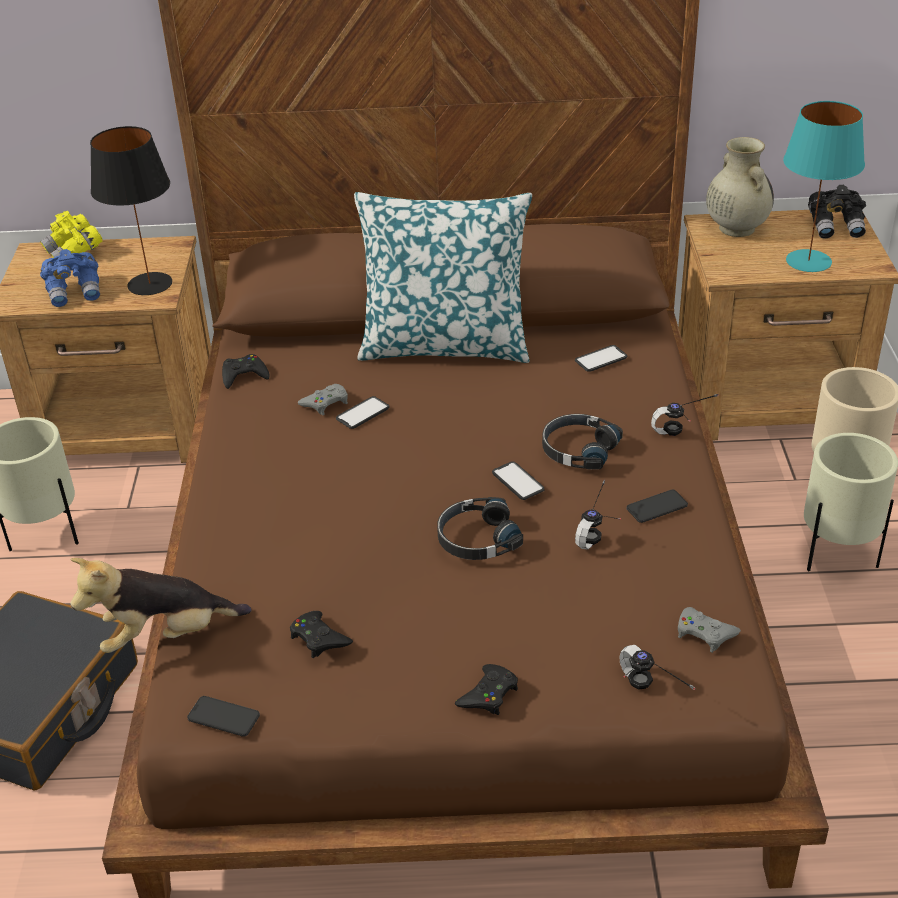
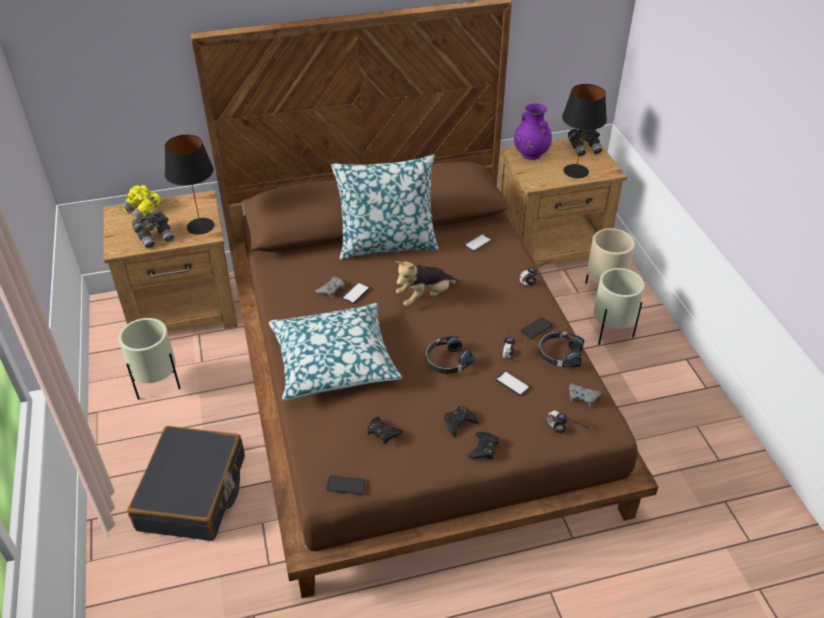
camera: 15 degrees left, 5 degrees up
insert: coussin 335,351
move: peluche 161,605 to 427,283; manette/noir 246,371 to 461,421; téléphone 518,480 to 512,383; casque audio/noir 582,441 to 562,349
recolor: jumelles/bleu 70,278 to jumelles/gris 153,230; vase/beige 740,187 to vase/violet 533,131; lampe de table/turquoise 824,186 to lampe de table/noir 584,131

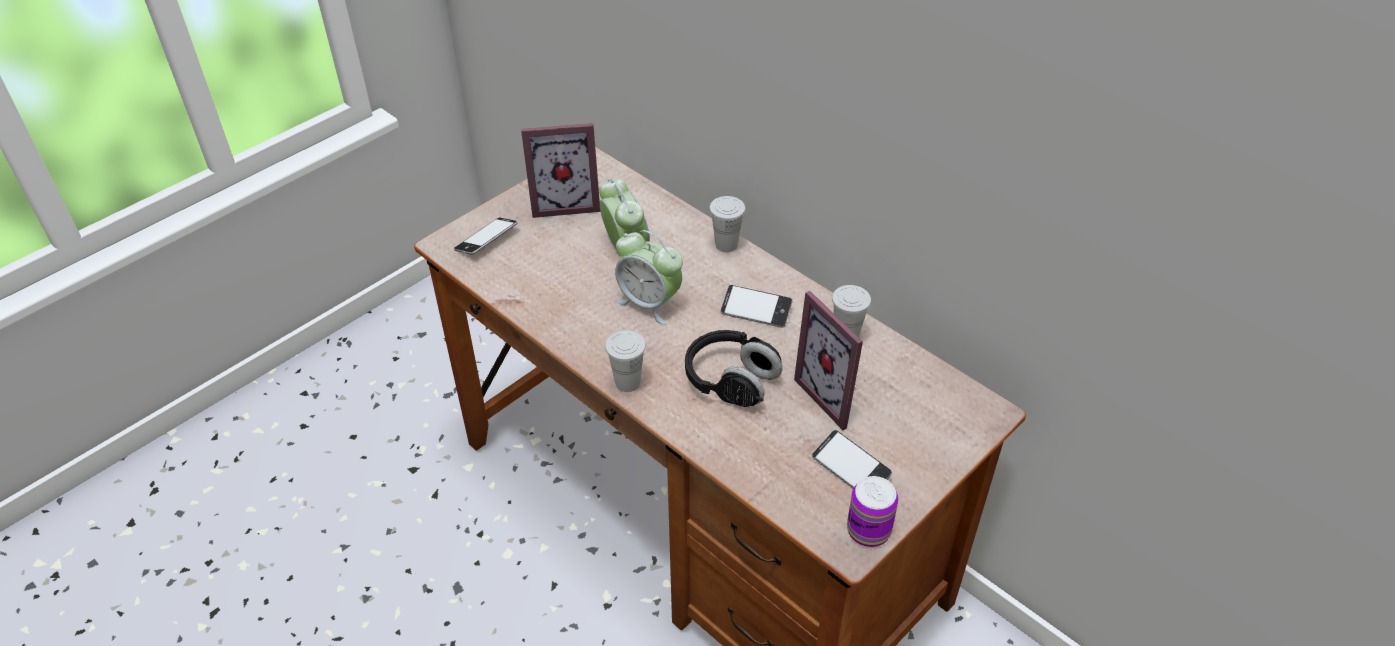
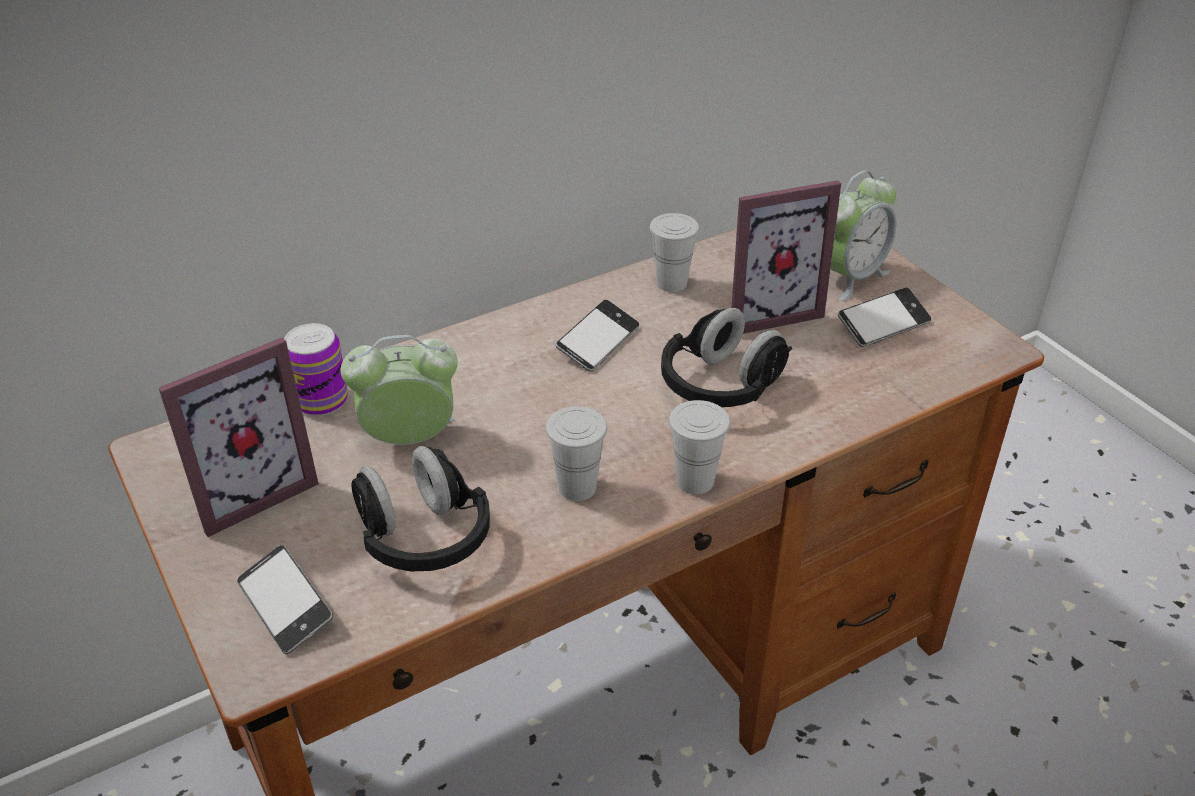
camera: 75 degrees left, 5 degrees down
insert: casque audio/noir 420,509
move: réveil 649,277 to 863,236; tasse/blanc 727,224 to 576,453; boîte métallique 872,511 to 316,369
rotate: cadre photo 560,170 = 239,437 45 degrees clockwise

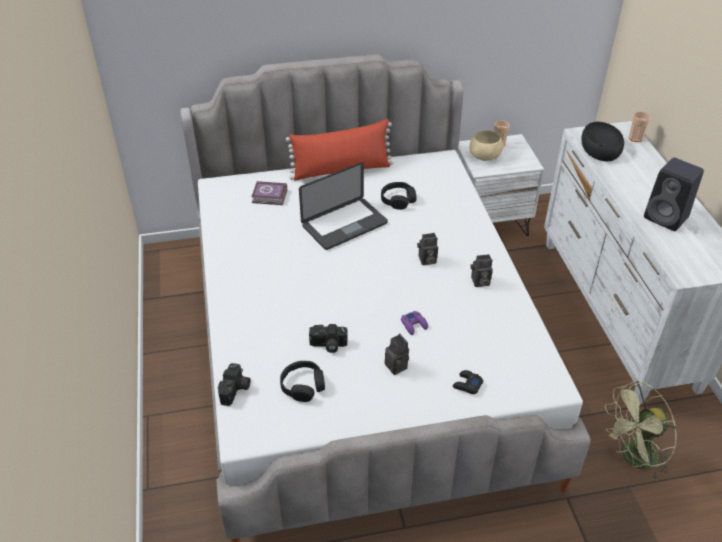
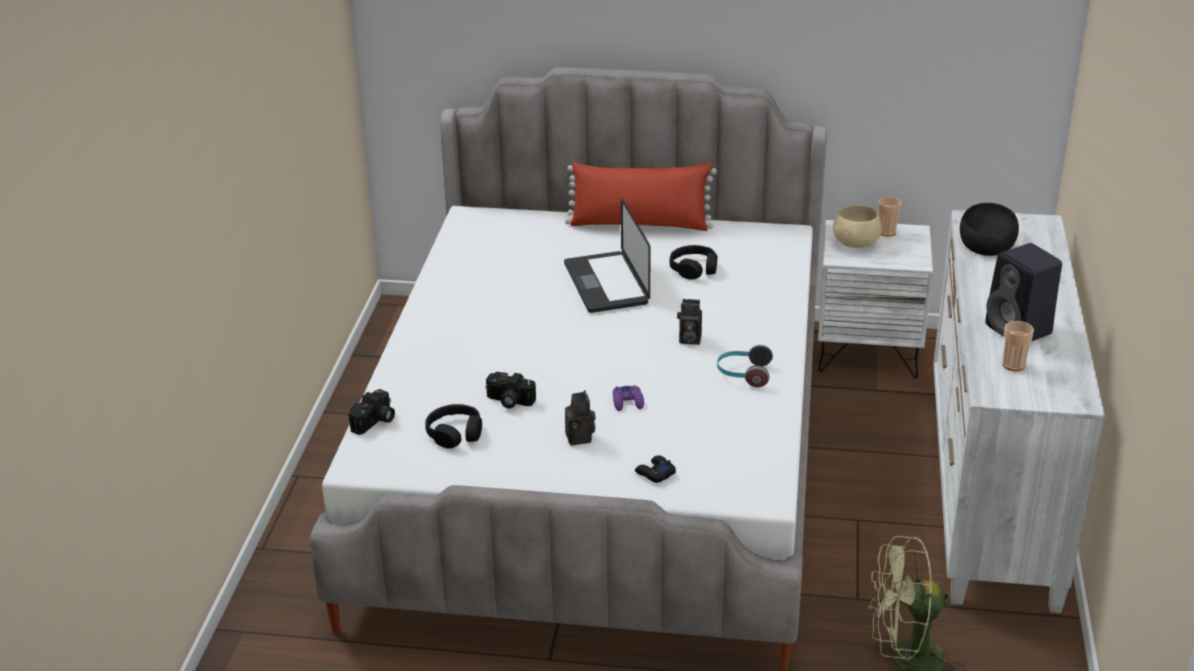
camera: 20 degrees right, 10 degrees down
delete: livre 269,193
move: tasse 640,127 to 1018,346
replace: appareil photo 482,270 to casque audio 745,366
rotate: ordinateur portable 343,206 = 607,255 90 degrees clockwise

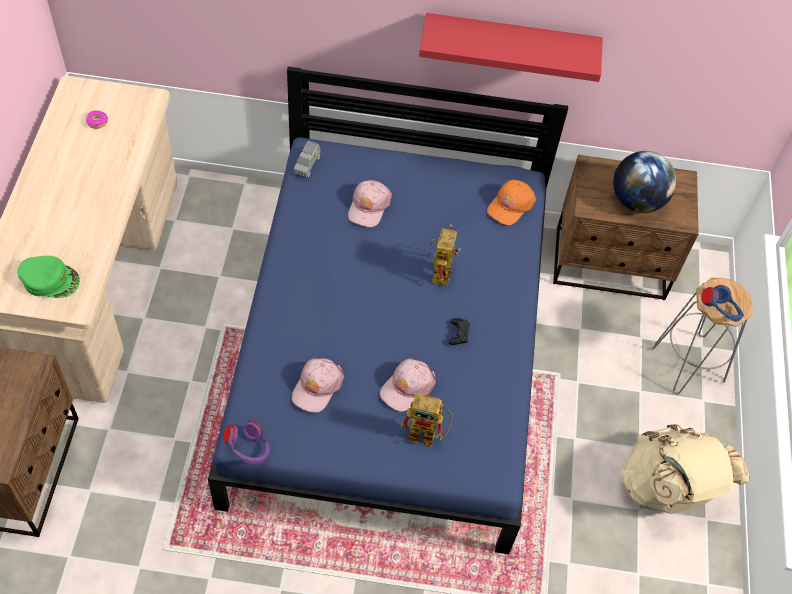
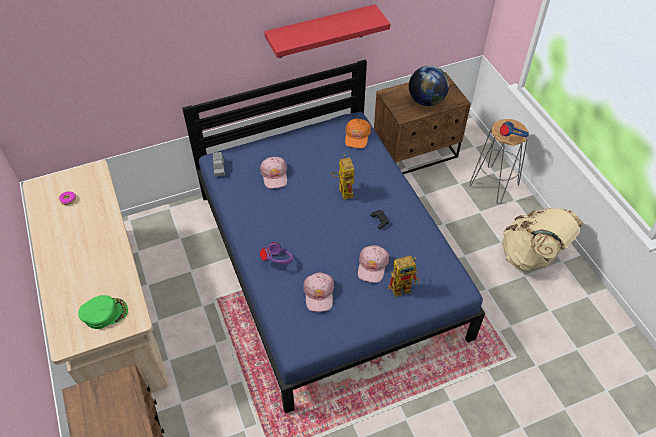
camera: 25 degrees left, 5 degrees down
move: casque audio/violet 246,443 to 276,253

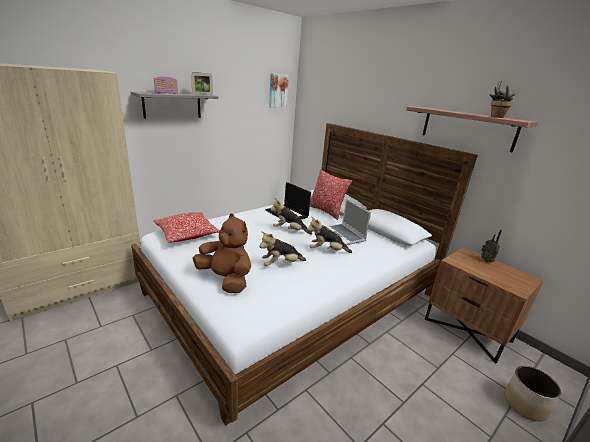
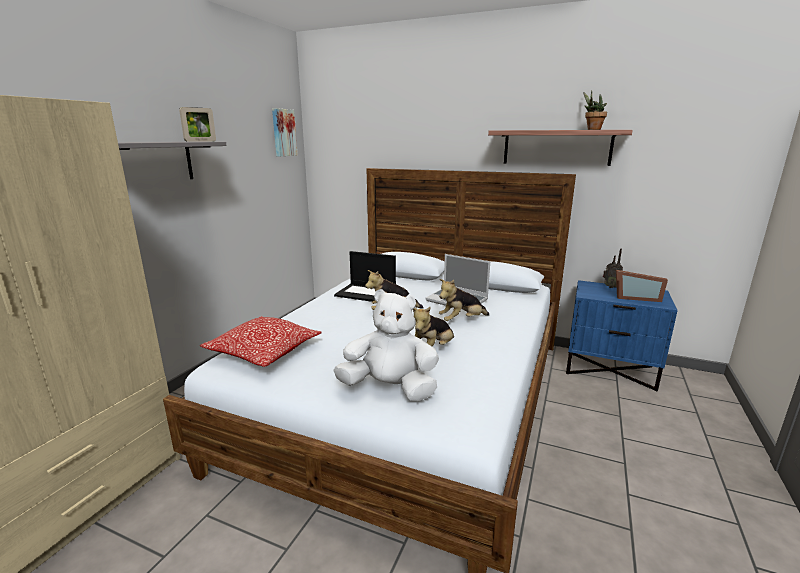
camera: 25 degrees left, 5 degrees down
delete: radio 166,85; coussin 331,195; cache-pot 532,394
insert: cadre photo 642,286
recolor: peluche/marron 222,253 to peluche/blanc 386,345; table de chevet/marron 484,305 to table de chevet/bleu 622,335

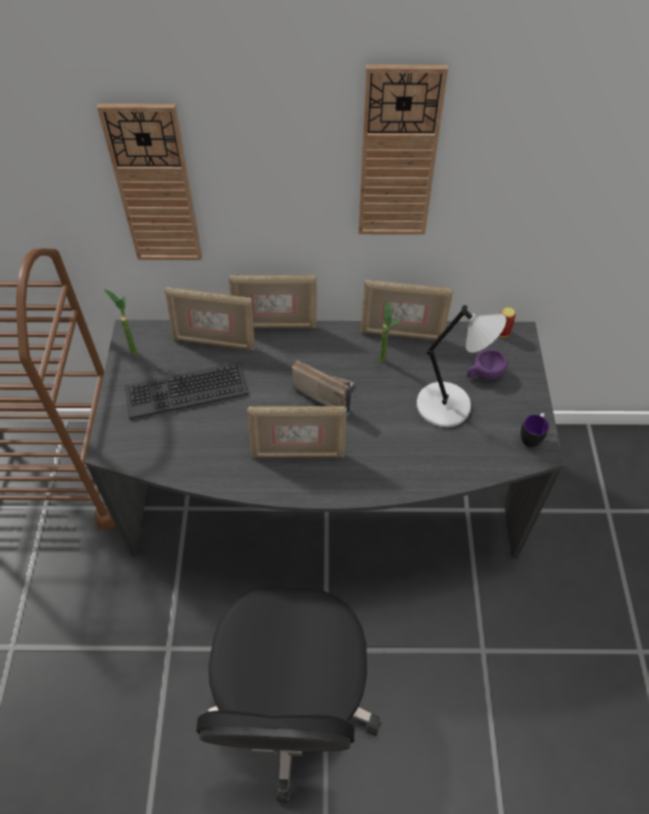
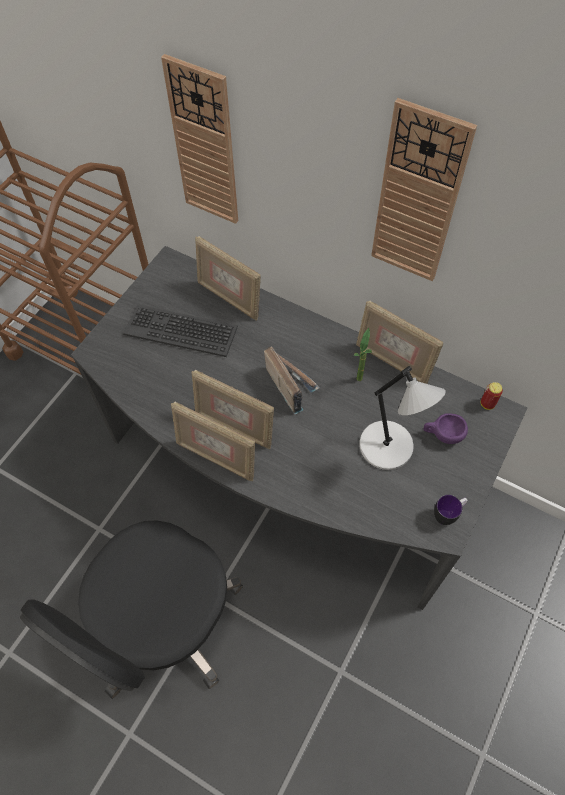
camera: 30 degrees right, 5 degrees up
delete: plante en pot 120,322
move: cadre photo 272,301 to 213,441

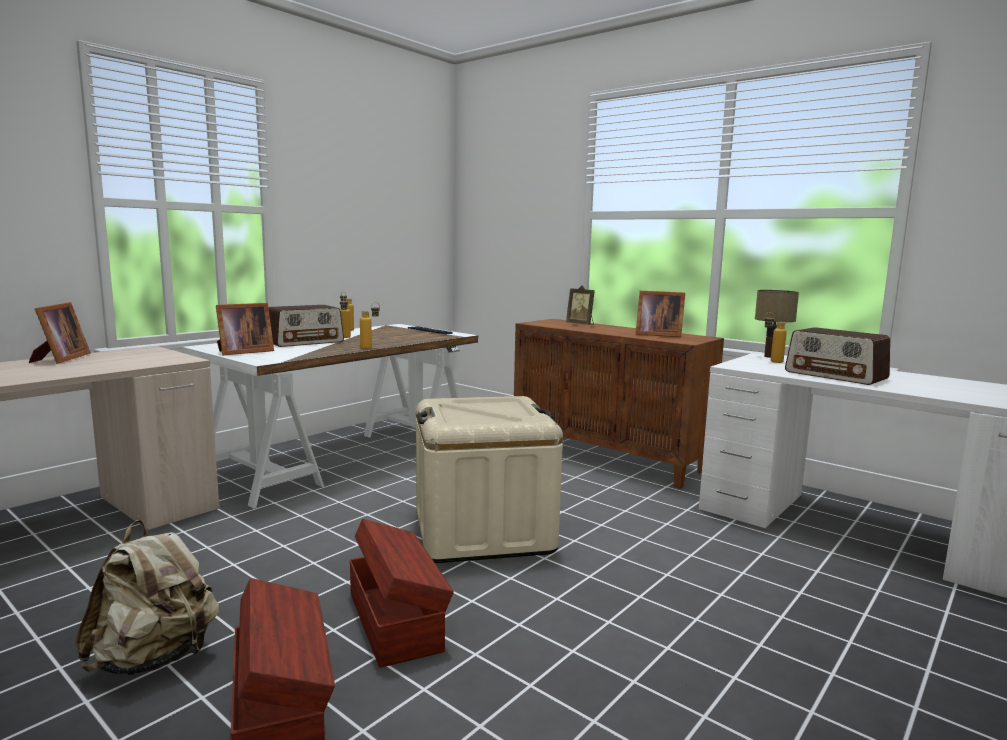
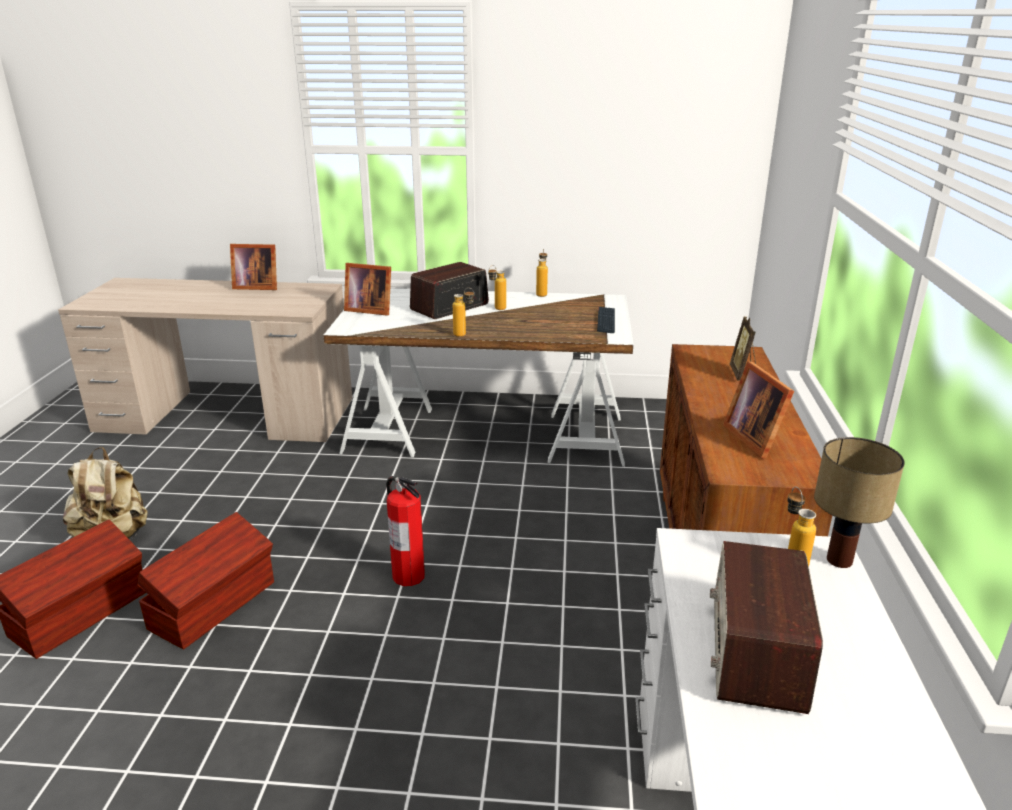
camera: 55 degrees right, 15 degrees up
replace: boîte de rangement/beige 489,479 to extincteur 405,531
rotate: cadre photo 59,333 = 253,267 45 degrees clockwise; radio 306,326 = 449,290 120 degrees clockwise

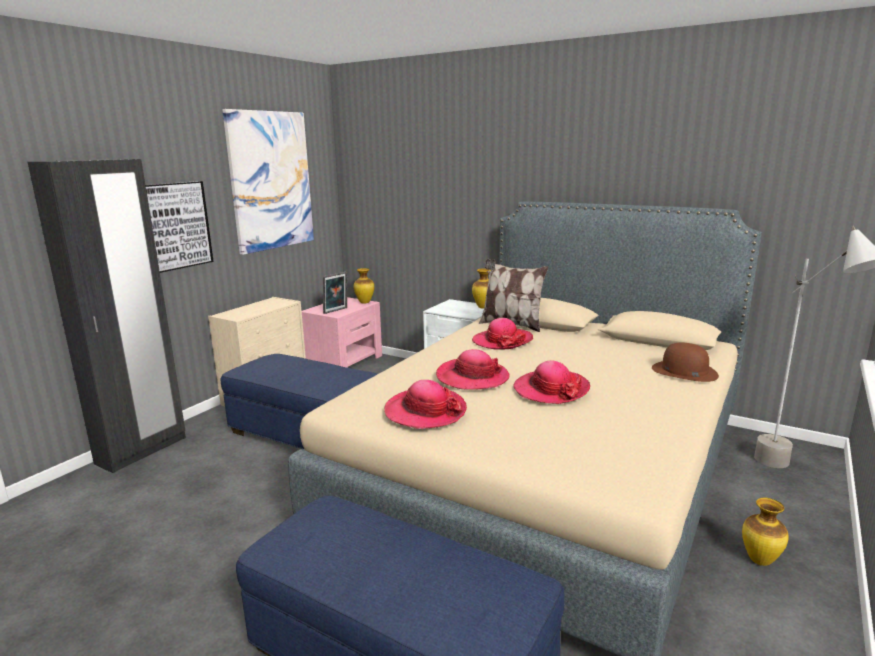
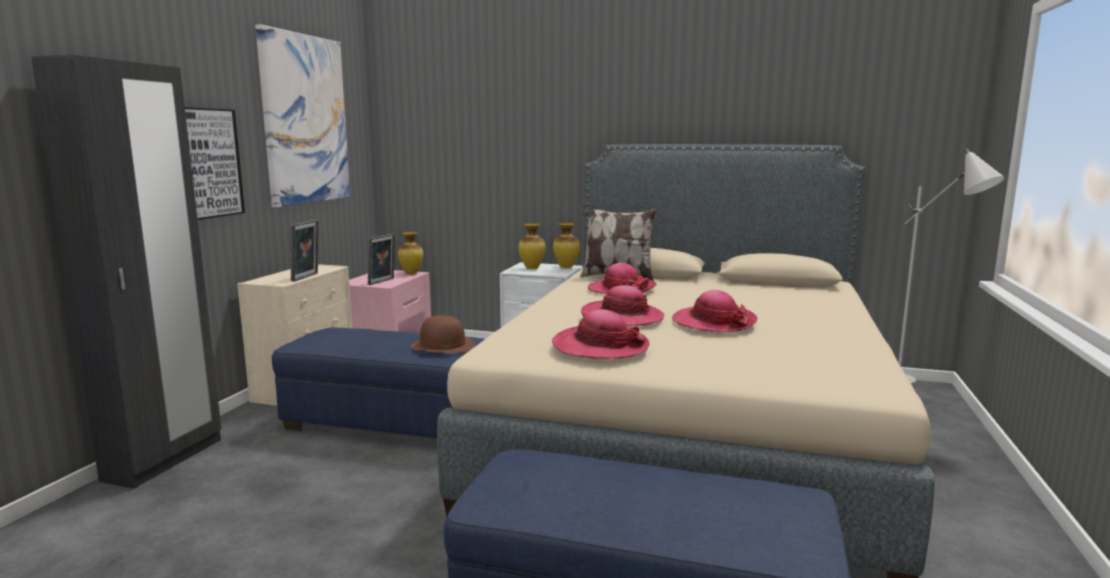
camera: 15 degrees left, 5 degrees down
insert: cadre photo 305,251
move: chapeau/marron 685,362 to 442,334; vase 765,532 to 532,246

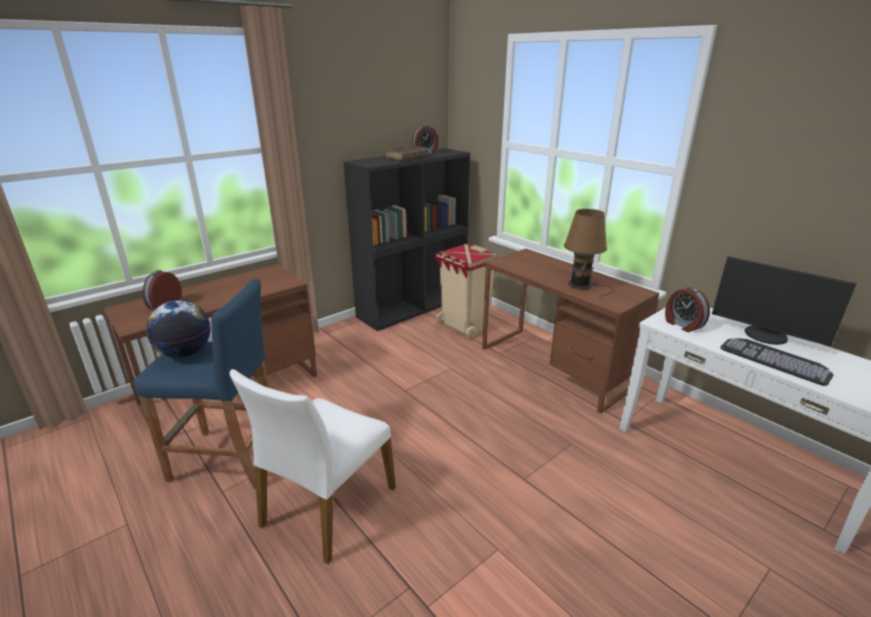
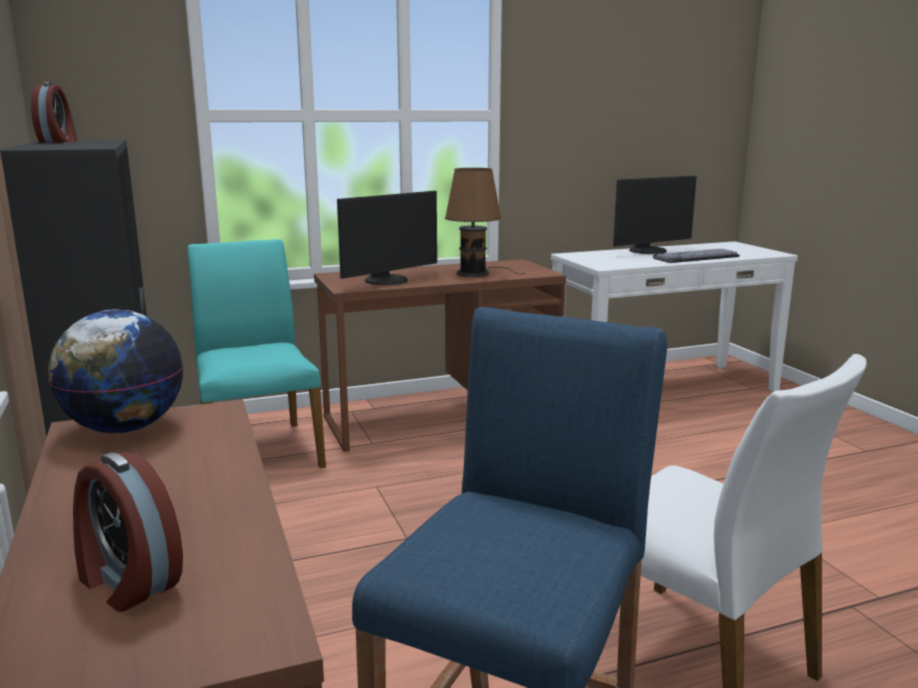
camera: 70 degrees left, 10 degrees down
delete: livre/marron 407,153; réveil 687,309
insert: écran d'ordinateur 387,238
move: globe 178,329 to 115,371
replace: poubelle/beige 466,291 to chaise/turquoise 257,353

